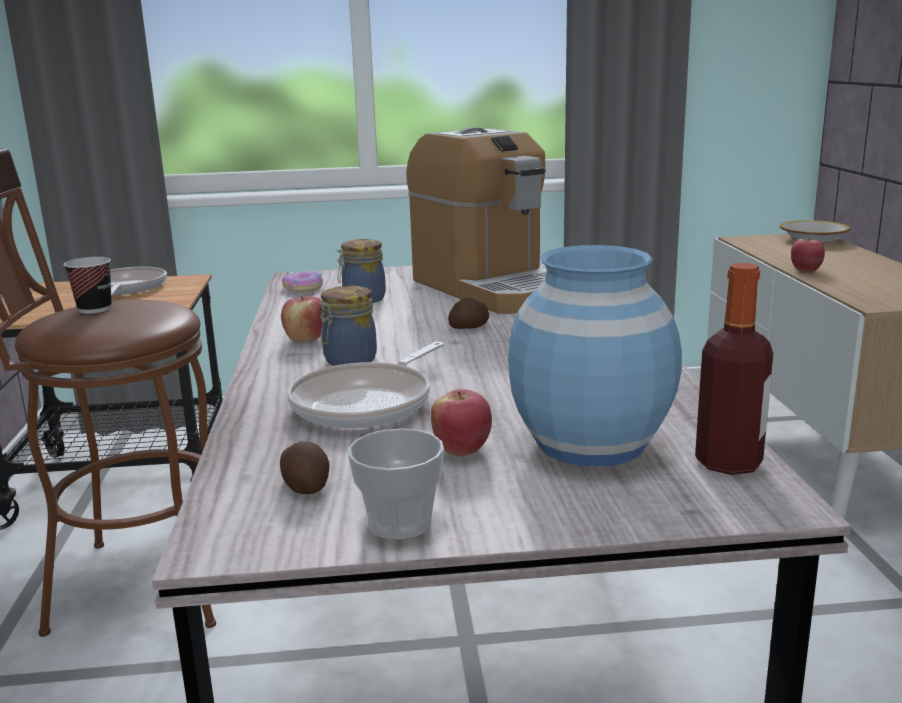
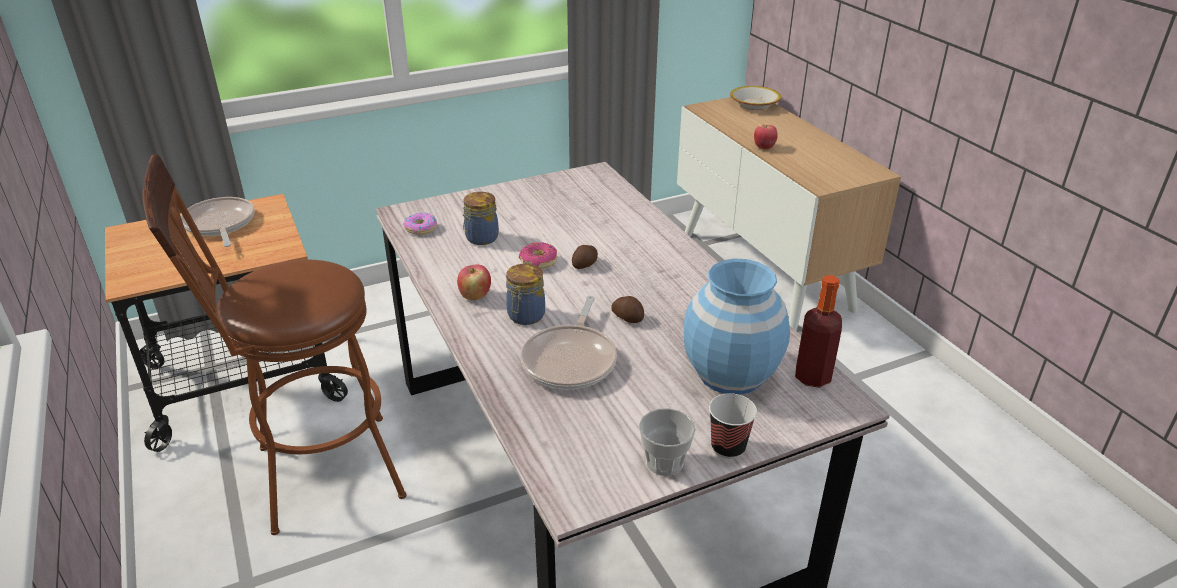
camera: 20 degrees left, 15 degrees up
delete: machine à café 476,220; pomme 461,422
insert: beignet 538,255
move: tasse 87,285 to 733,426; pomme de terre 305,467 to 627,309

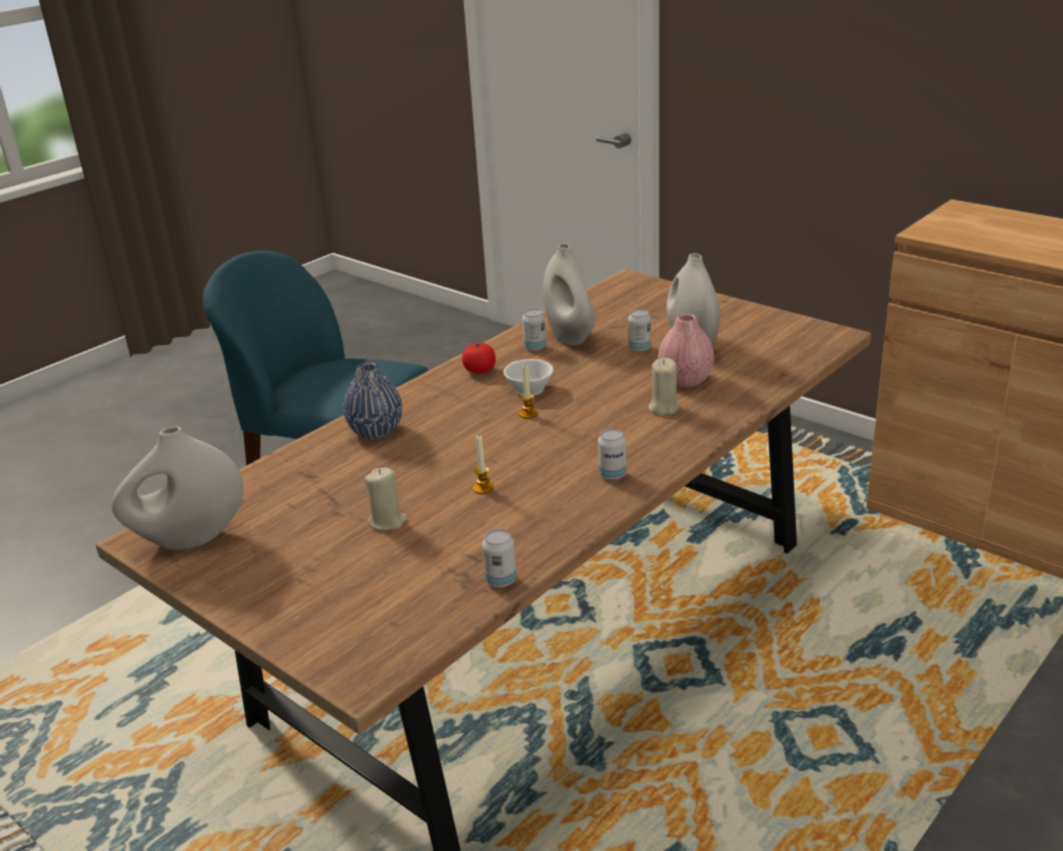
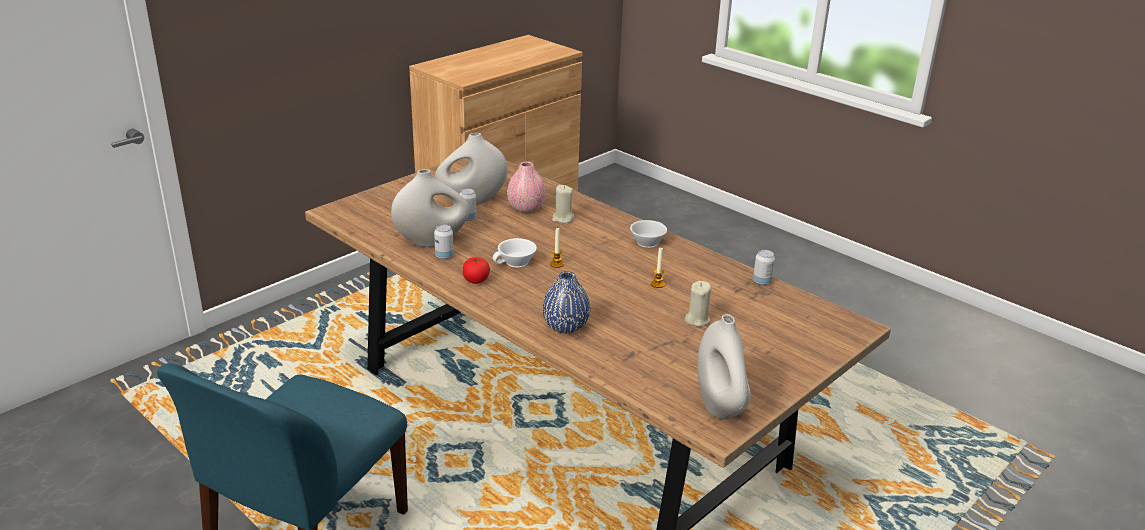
camera: 90 degrees left, 0 degrees up
replace: boîte métallique 612,454 to tasse/blanc 648,234

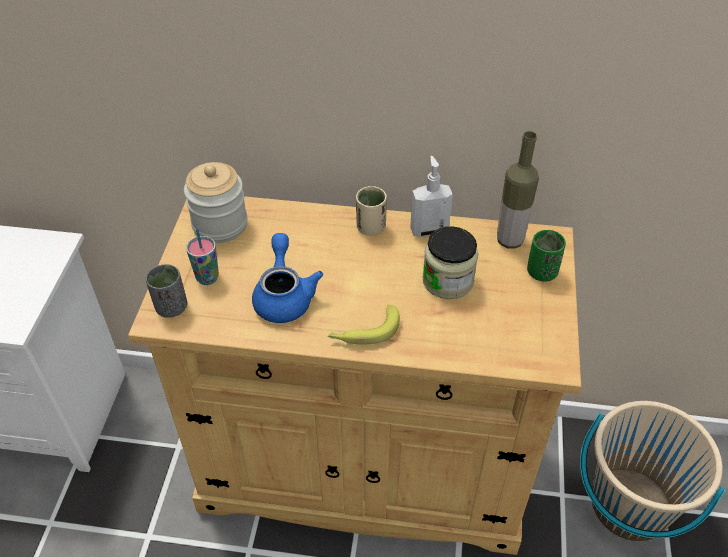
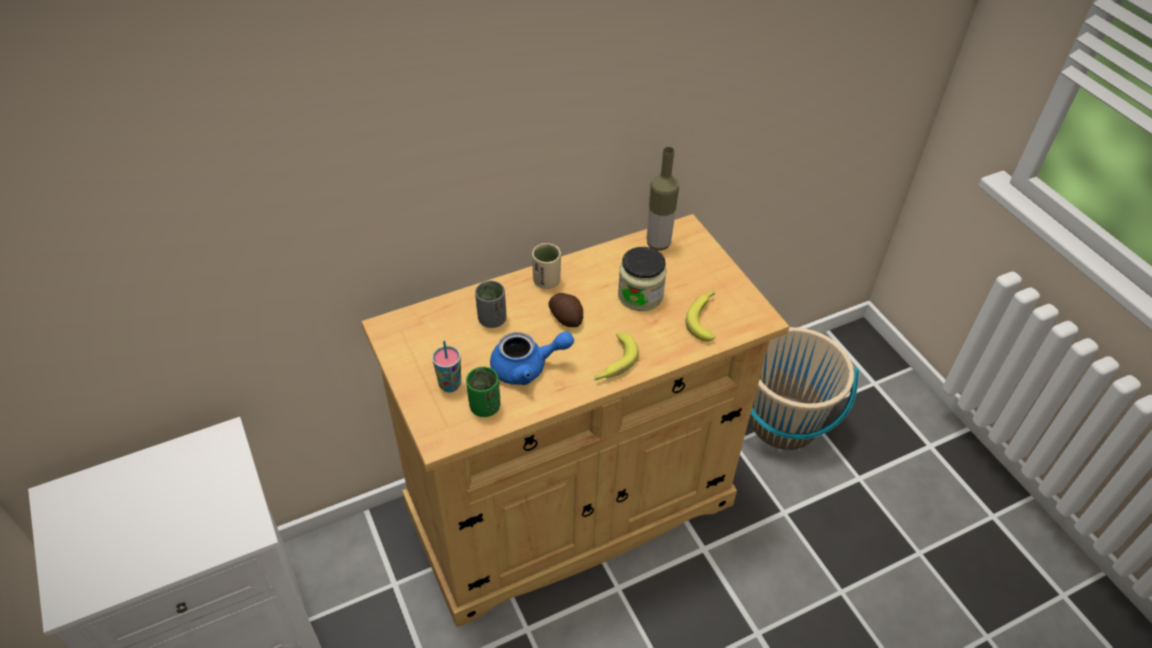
camera: 35 degrees left, 0 degrees up
delete: bocal 215,202; distributeur de savon 431,196
insert: pomme de terre 565,310; banane 700,315
move: tasse/gris 166,291 to 491,304; tasse/vert 546,256 to 483,392
rotate: théière/bleu 287,278 = 532,358 120 degrees clockwise

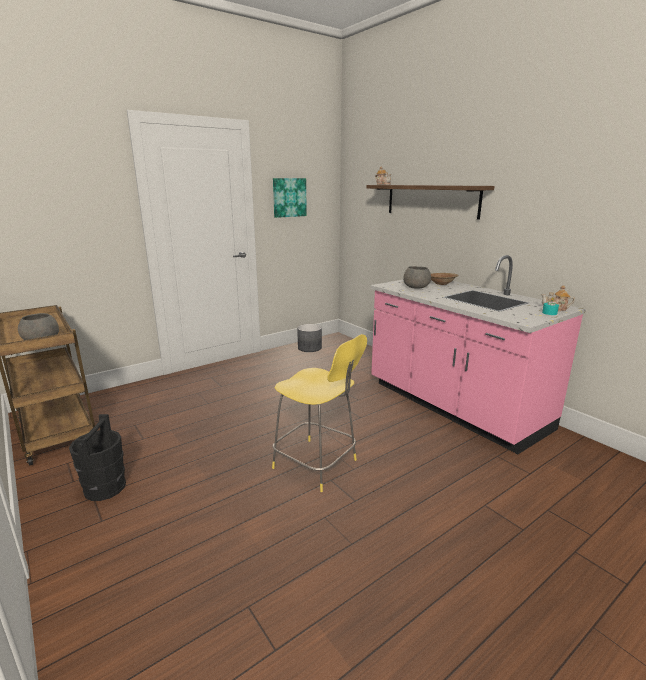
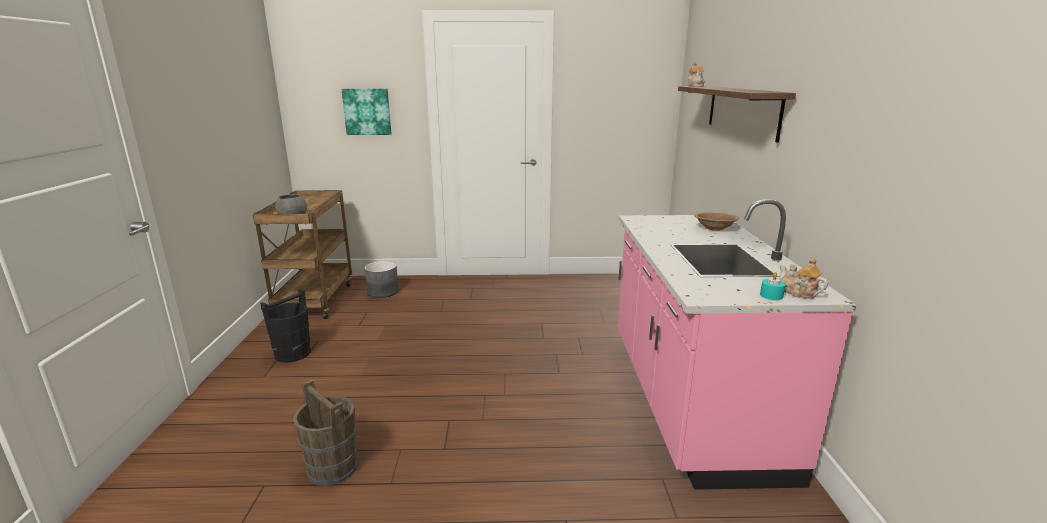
camera: 35 degrees right, 0 degrees up
delete: tabouret/jaune 319,413; bol/gris 417,277
insert: seau/marron 325,432
move: tableau 290,198 to 367,112; cache-pot/gris 309,338 to 381,279

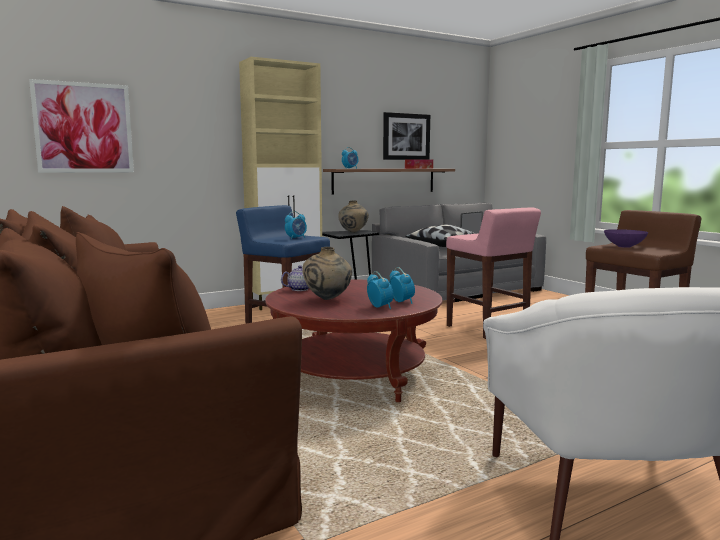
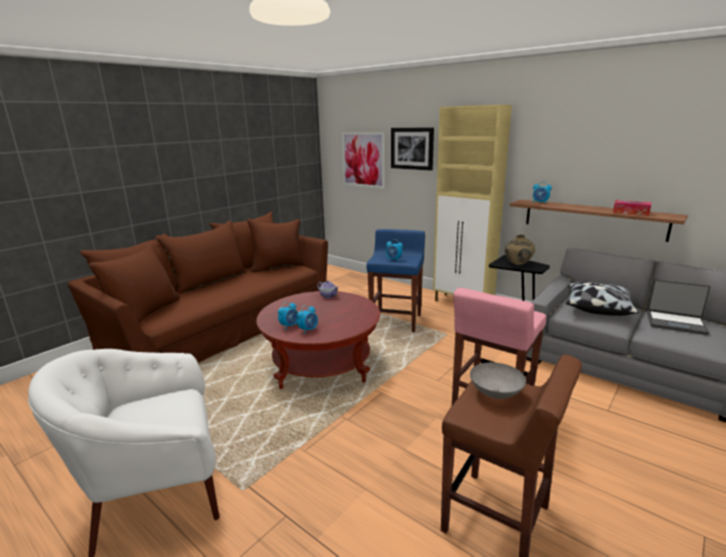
camera: 70 degrees right, 10 degrees up
delete: vase/beige 327,273
move: tableau 406,136 to 412,149
recolor: bol/violet 626,238 to bol/gris 498,380

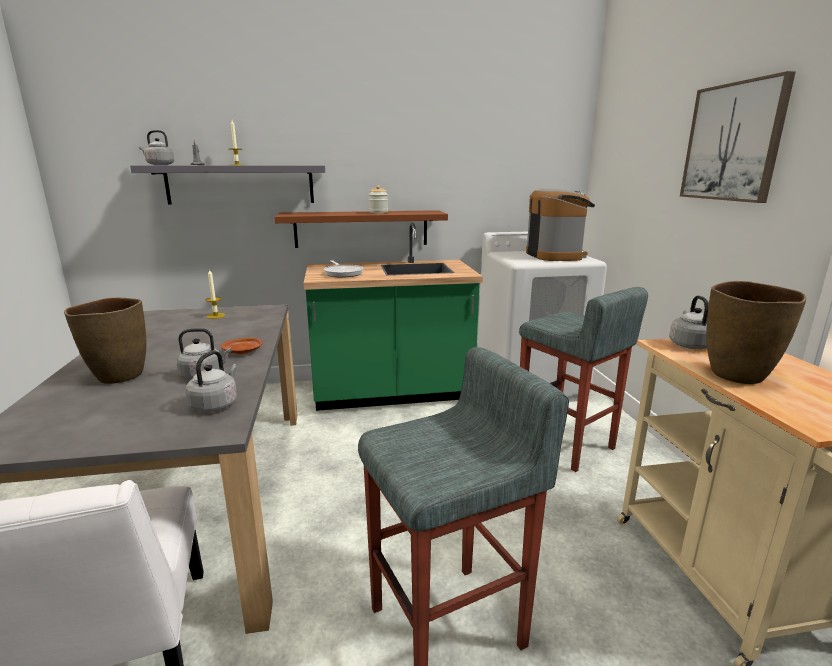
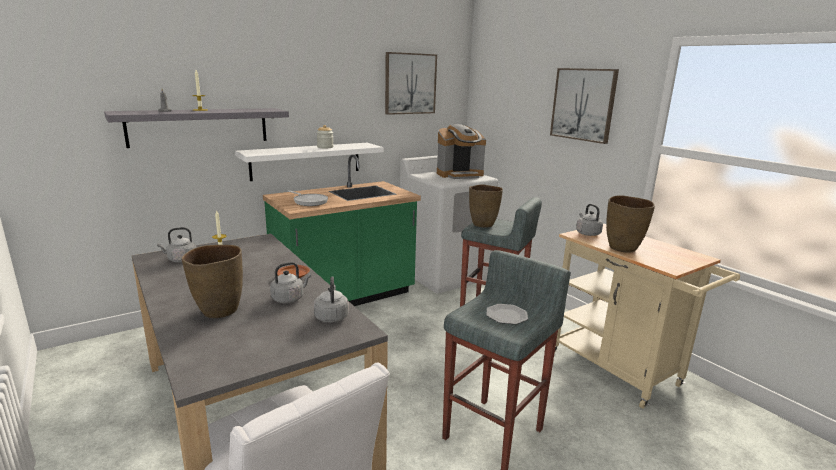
camera: 25 degrees left, 0 degrees up
insert: tableau 411,83; vase/marron 486,206; assiette 507,314
move: bouilloire/gris 156,147 to 176,244
recolor: étagère/marron 361,229 to étagère/blanc 309,162
rotate: machine à café 560,225 = 461,151 105 degrees clockwise

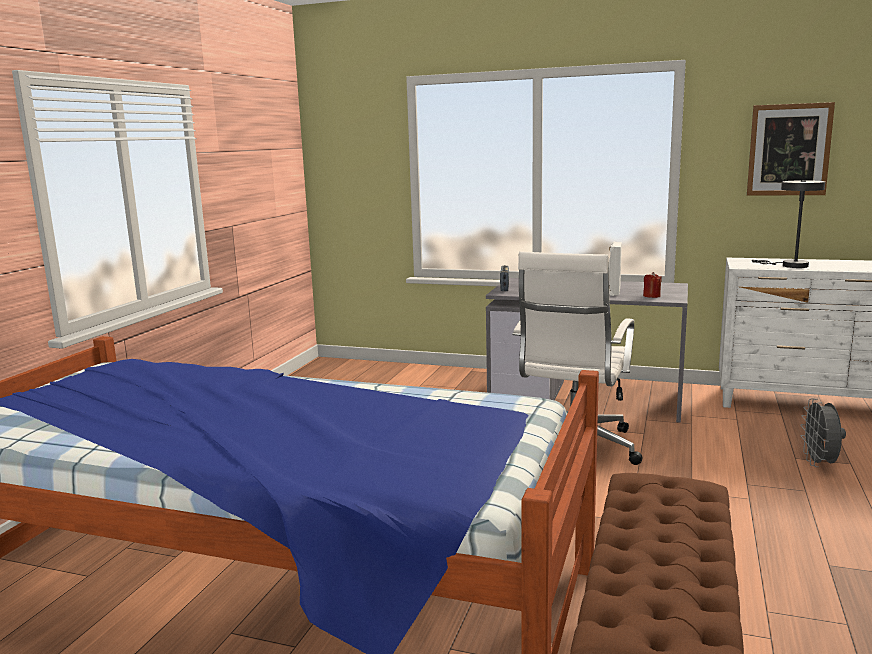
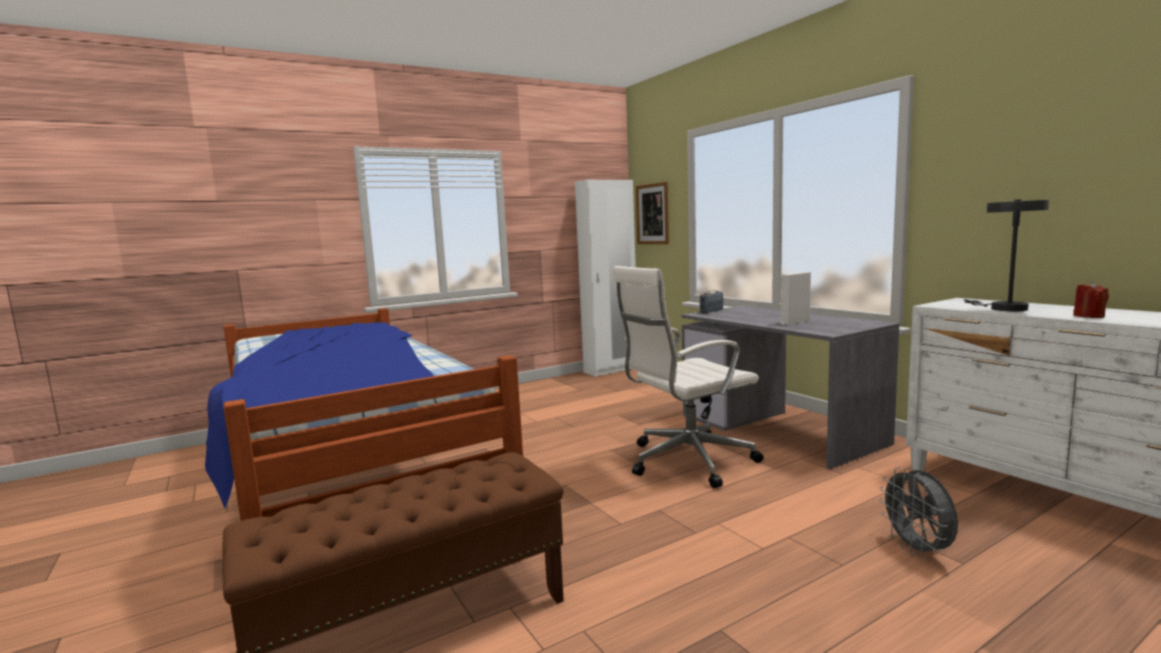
camera: 40 degrees right, 5 degrees down
insert: armoire/blanc 605,278
move: bougie/rouge 652,285 to 1091,300; tableau 791,149 to 652,213
rotate: ventilateur/gris 823,433 = 918,512 60 degrees counterclockwise

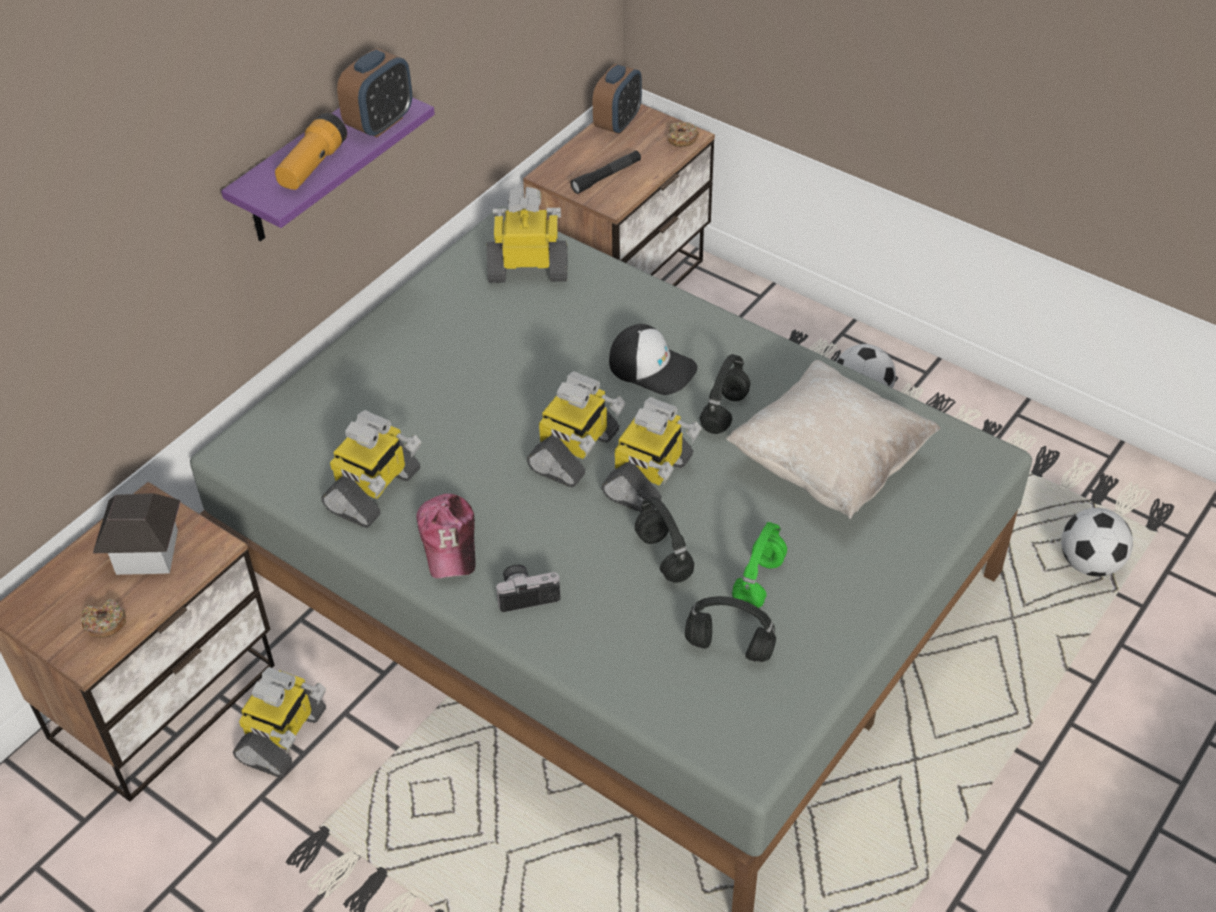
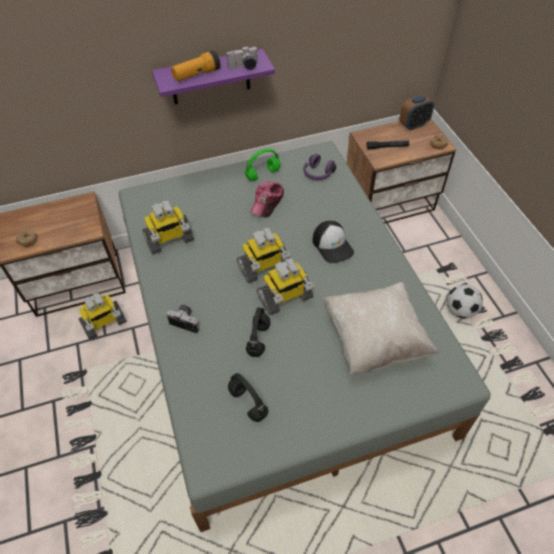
camera: 35 degrees right, 5 degrees up
delete: maison miniature 137,534; casque audio/noir 725,394; ballon de foot 1097,542
move: casquette 446,536 to 267,200; casque audio/vert 759,565 to 263,165
replace: réveil 374,92 to appareil photo 242,58; robot jouet 527,235 to casque audio/violet 319,167

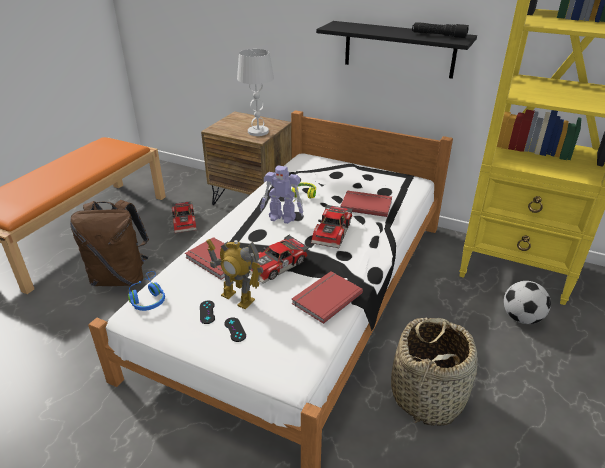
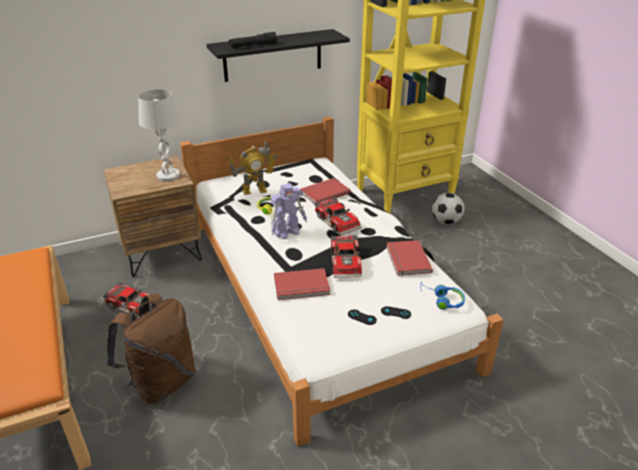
camera: 50 degrees left, 0 degrees up
delete: panier 434,371
move: casque audio/bleu 146,291 to 443,295; robot jouet 235,274 to 252,168; lampe de poche/noir 440,30 to 253,40

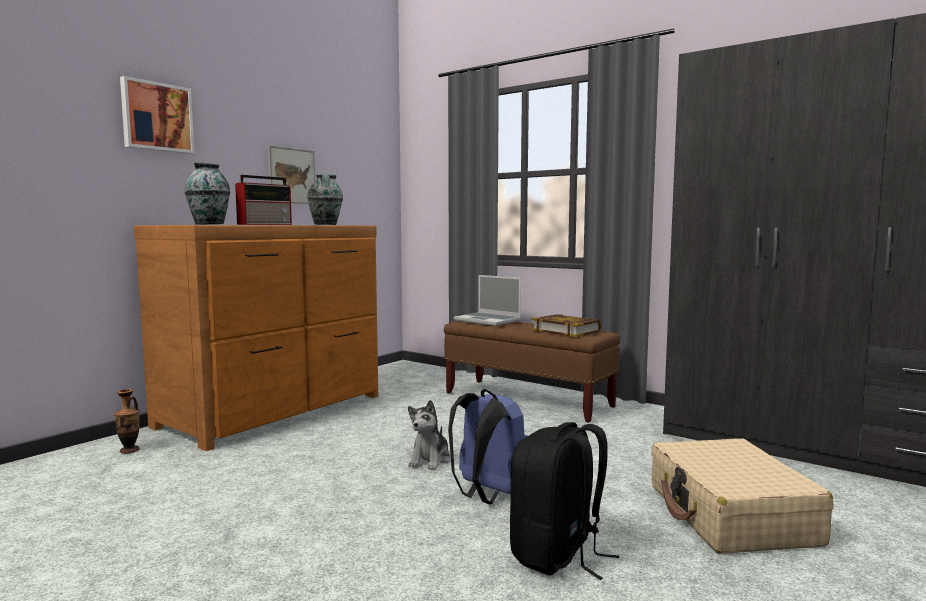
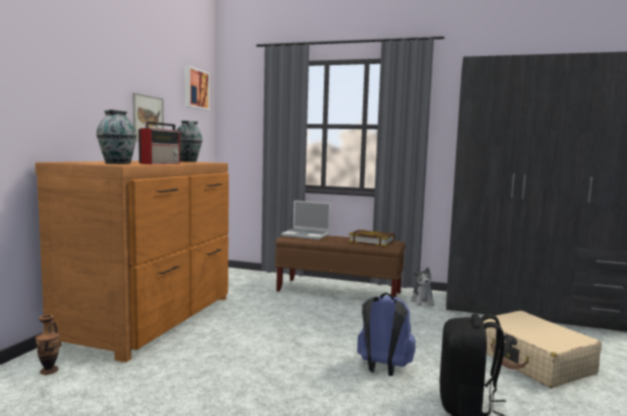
camera: 20 degrees left, 0 degrees up
move: tableau 157,115 to 197,88; peluche 429,435 to 422,286

